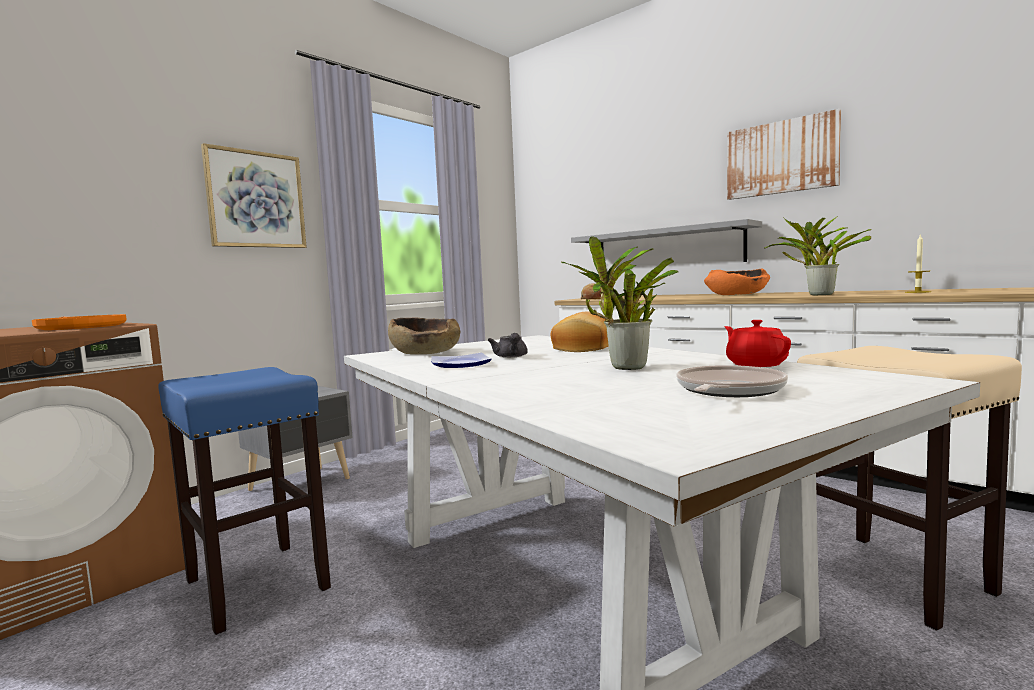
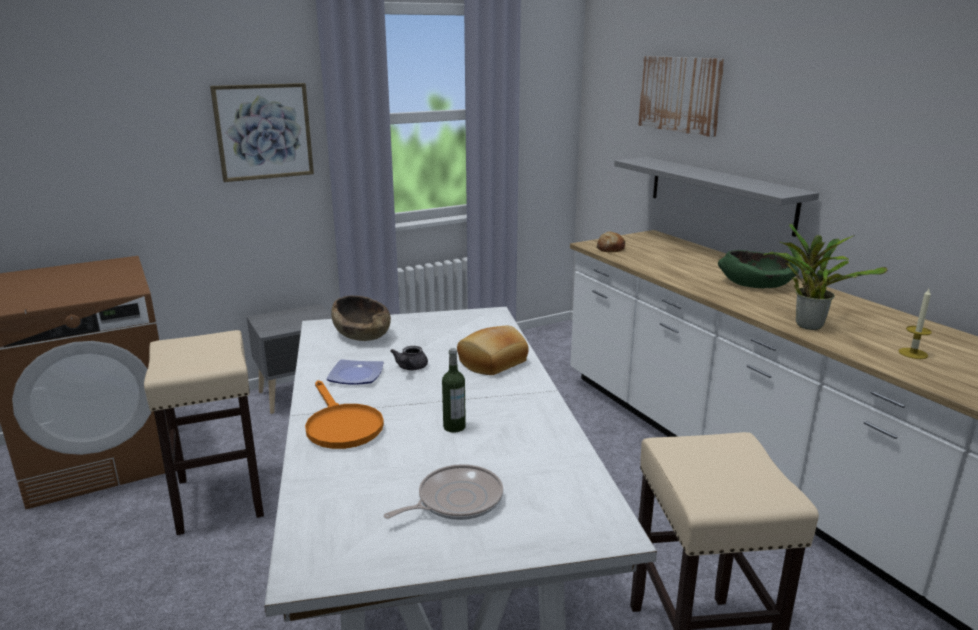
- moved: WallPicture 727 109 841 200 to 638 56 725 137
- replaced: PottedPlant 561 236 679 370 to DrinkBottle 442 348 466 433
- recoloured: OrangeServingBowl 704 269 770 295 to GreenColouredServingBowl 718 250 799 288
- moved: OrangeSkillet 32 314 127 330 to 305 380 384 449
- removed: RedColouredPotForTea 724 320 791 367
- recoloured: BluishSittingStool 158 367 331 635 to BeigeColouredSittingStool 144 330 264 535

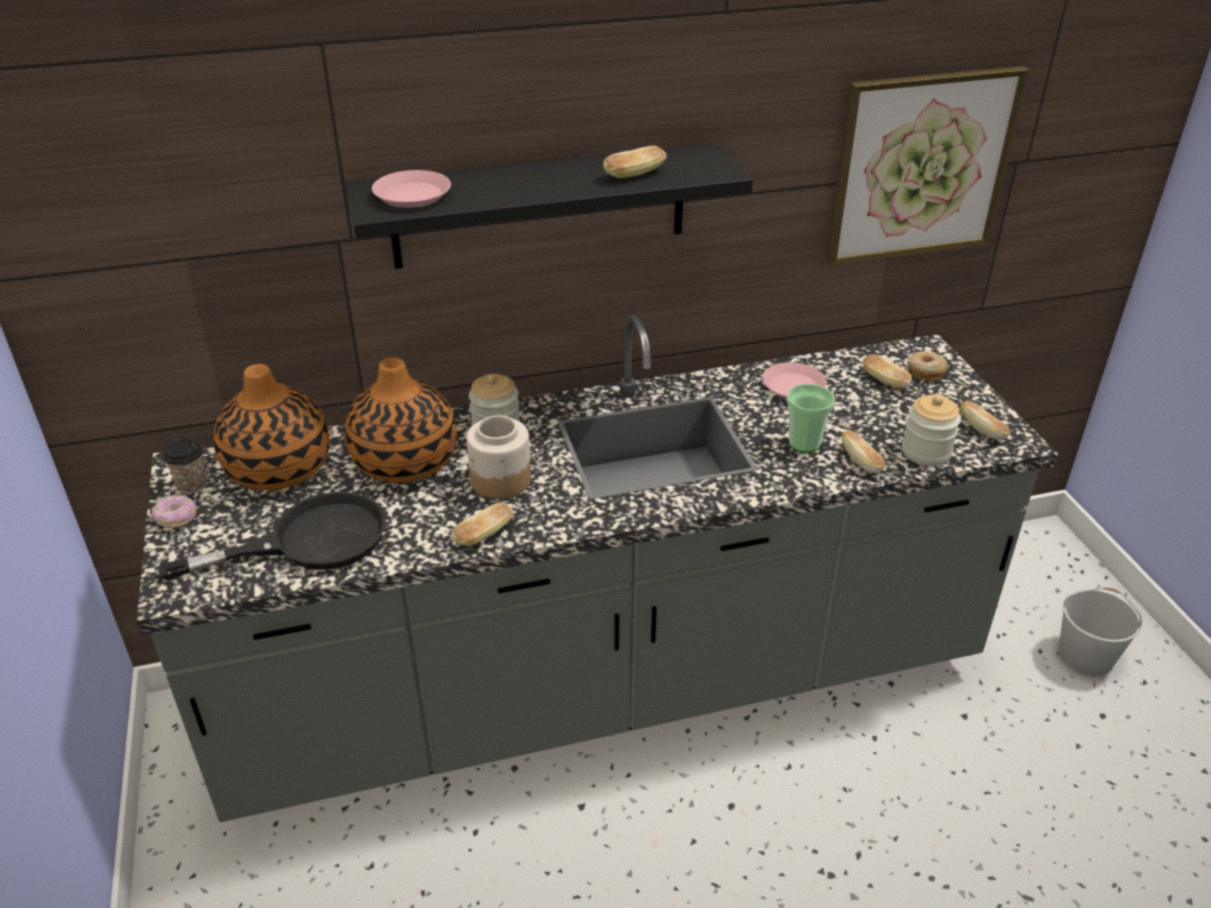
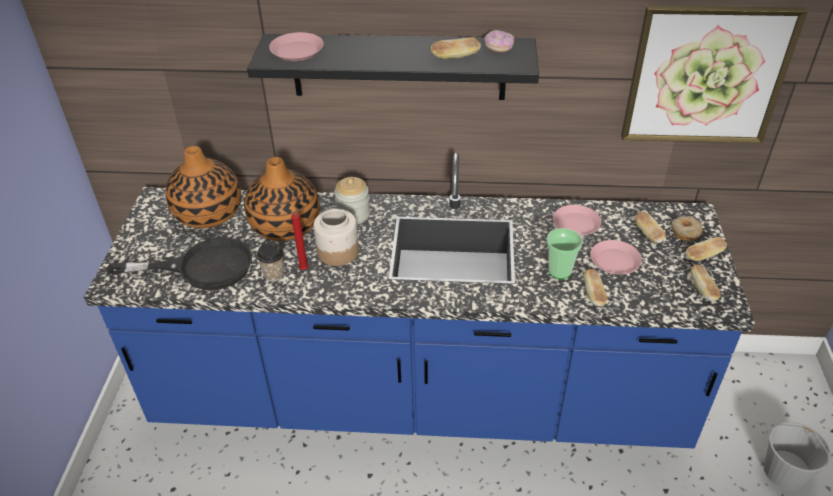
- recoloured: GrayKitchenCounter 137 314 1058 822 to BluishKitchenCounter 84 153 755 448
- removed: Jar 902 395 961 466
- moved: SmallCup 163 438 207 494 to 257 243 284 282
- moved: RingDoughnut 152 495 196 528 to 484 30 514 52
- moved: BakedBread 452 503 514 546 to 686 237 727 261
- added: RedColouredWaxLight 291 208 308 270
- added: PinkDinnerPlate 590 240 642 275

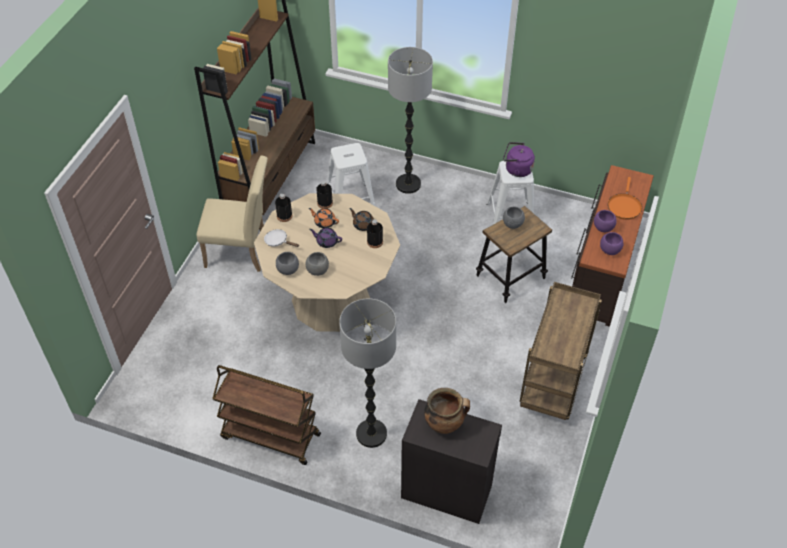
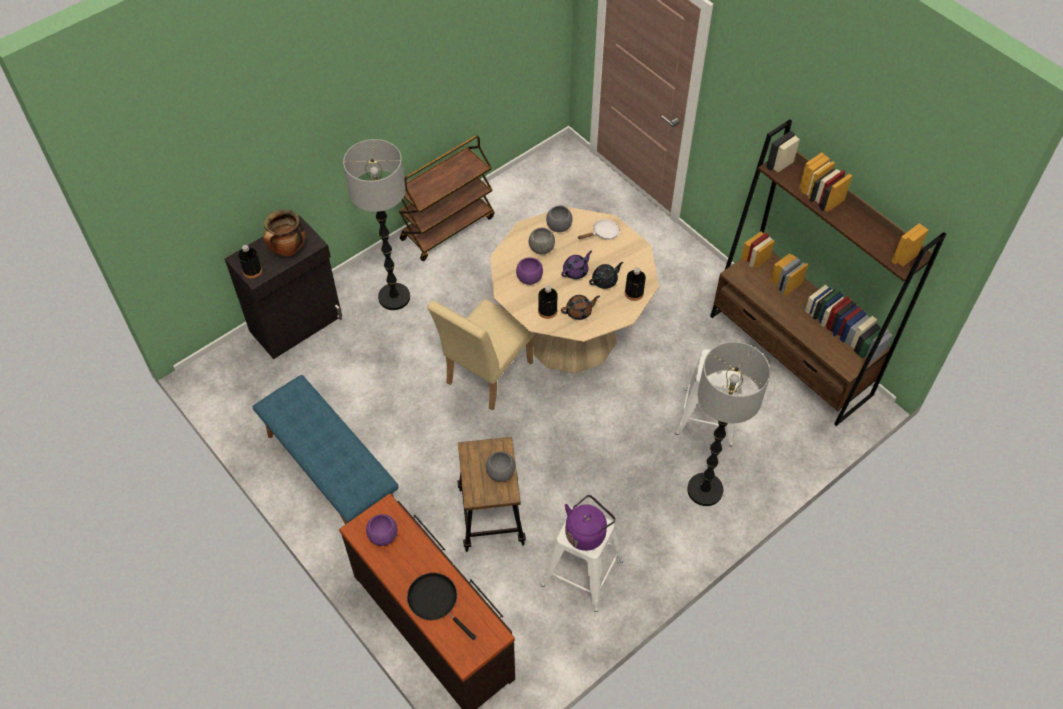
- moved: BeigeColouredPlainChair 196 156 268 272 to 427 299 534 411
- recoloured: OrangeSkillet 608 177 642 220 to BlackSkillet 407 573 476 640
- moved: BlackDrinkBottle 275 193 293 222 to 238 245 262 278
- recoloured: OrangePotForTea 308 208 339 228 to BlackPotForTea 589 262 623 289
- moved: PurplishServingBowl 594 210 617 232 to 516 257 543 285
- replaced: BrownWheeledCart 520 282 602 420 to BluishBench 253 375 398 524

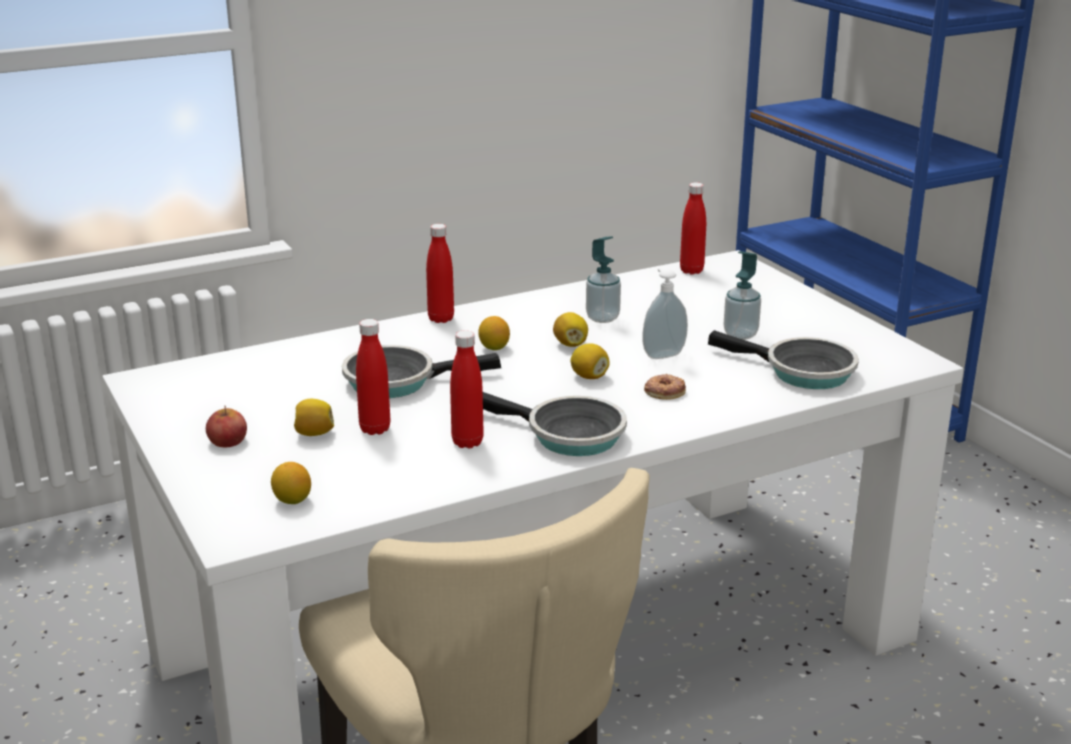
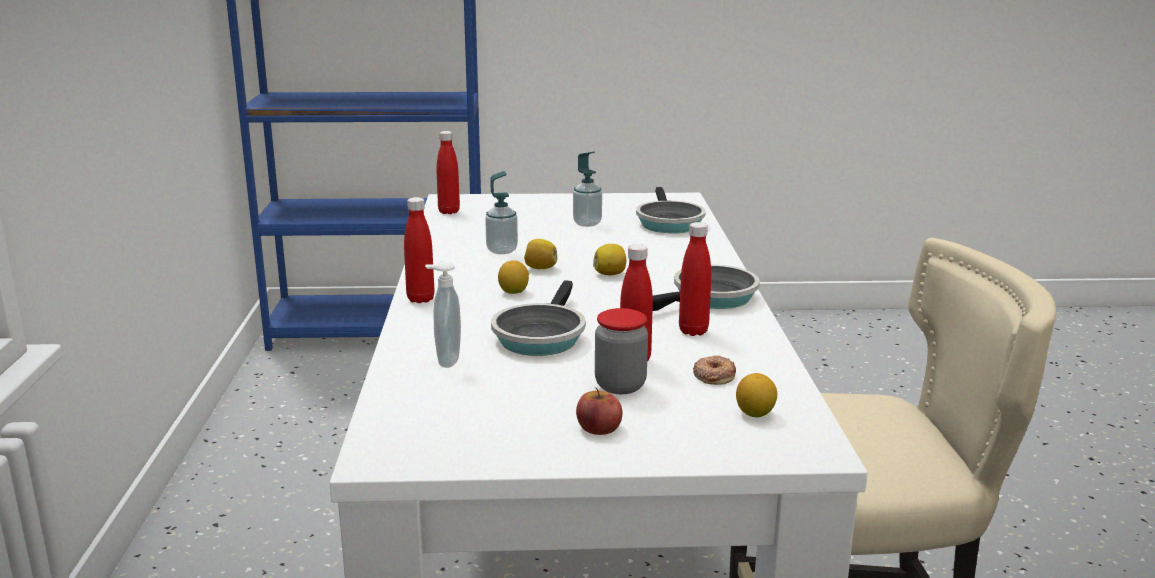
- moved: SoapDispenser 642 268 688 359 to 425 260 461 368
- turned: Skillet 708 330 859 389 = 636 187 706 233 120 degrees clockwise
- moved: RingDoughnut 644 373 686 400 to 693 355 736 385
- replaced: WholeLemon 294 399 334 436 to Jar 595 308 648 394

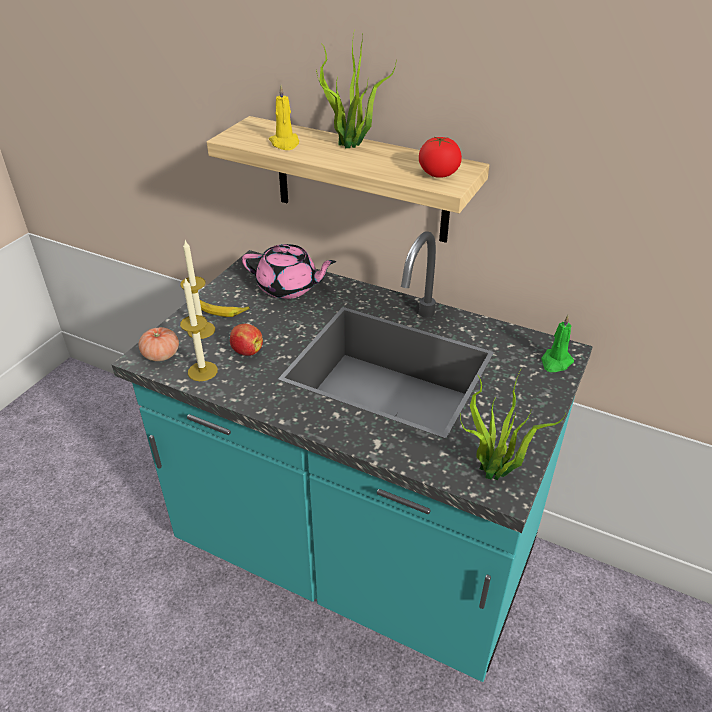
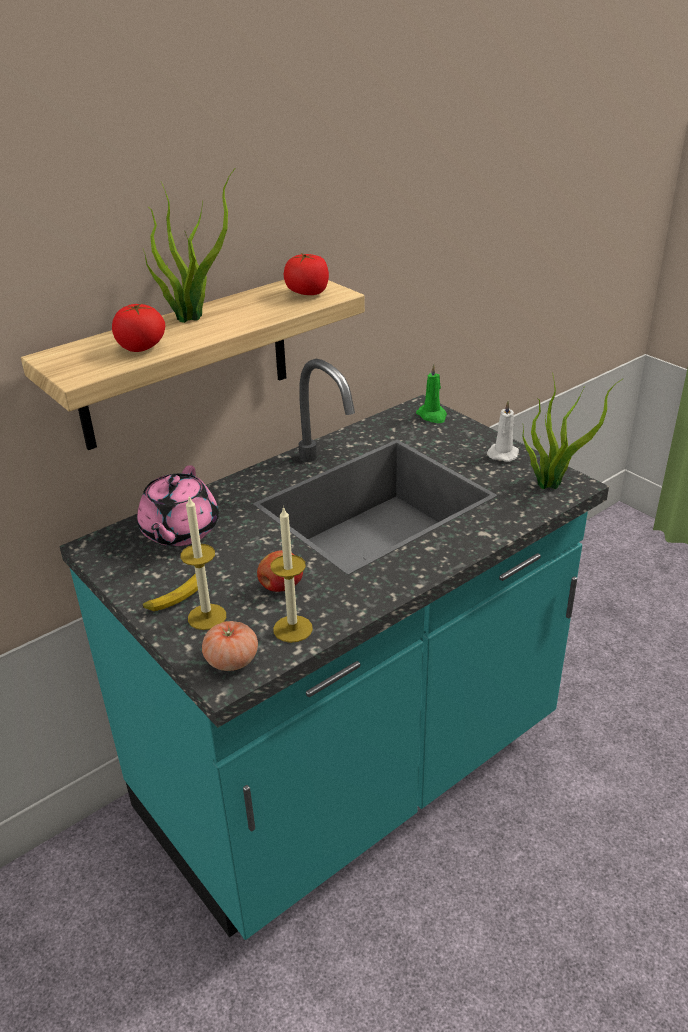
- replaced: YellowWaxLight 269 85 299 150 to Tomato 112 304 165 352
- turned: PinkPotForTea 242 244 336 299 = 137 465 219 546 150 degrees clockwise
- added: WhitishWaxLight 487 400 519 462

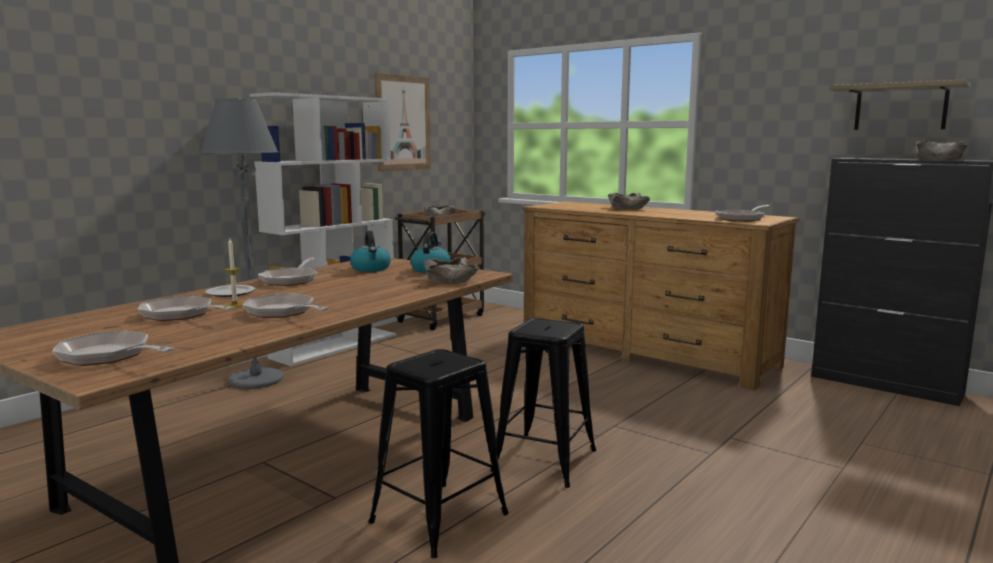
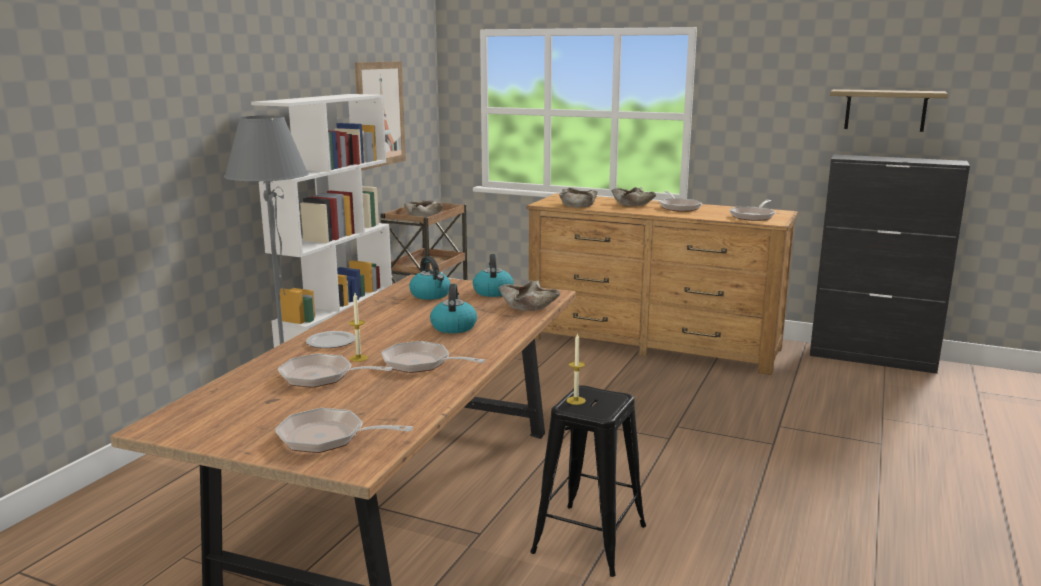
- moved: BeigeColouredServingBowl 913 140 967 160 to 559 188 598 207
- moved: Skillet 258 258 317 286 to 659 191 702 212
- removed: BlackSittingStool 490 318 596 488
- added: WaterKettle 430 284 477 333
- added: WaxLight 566 333 586 405

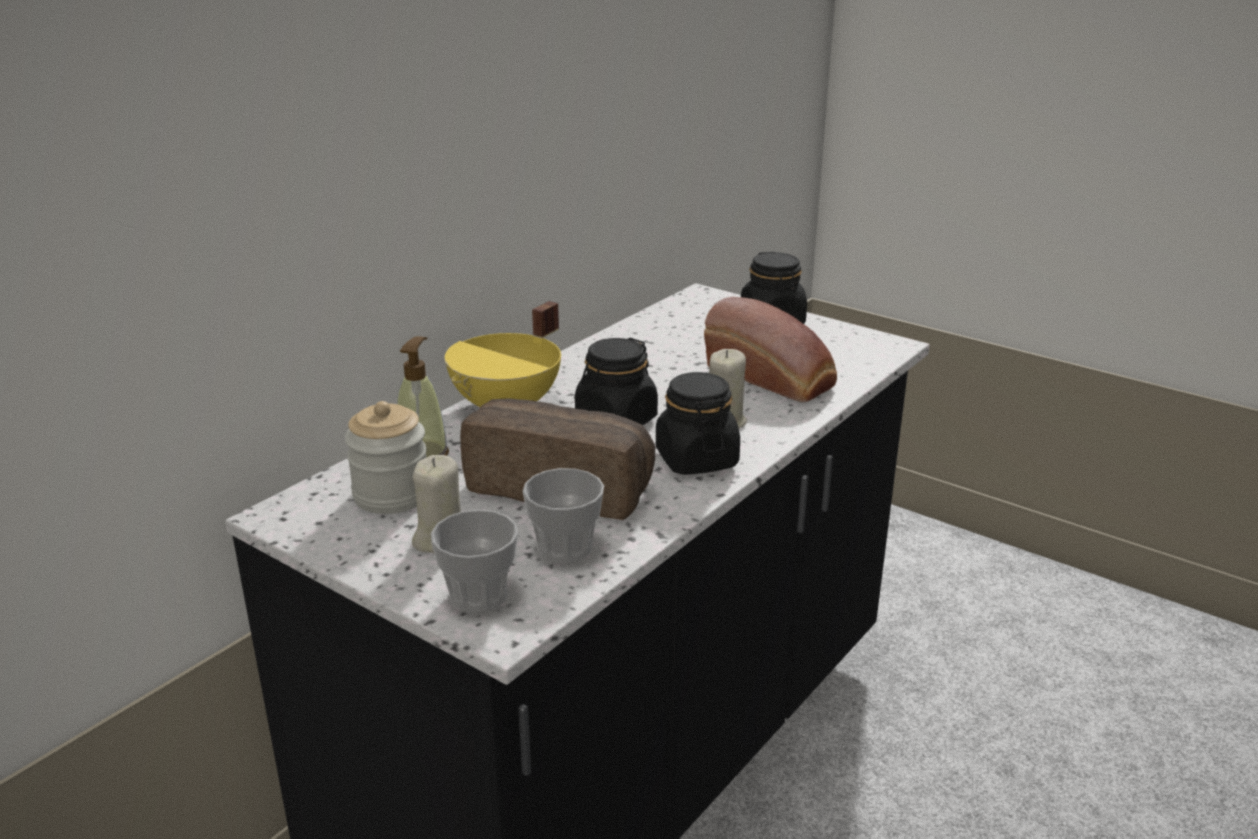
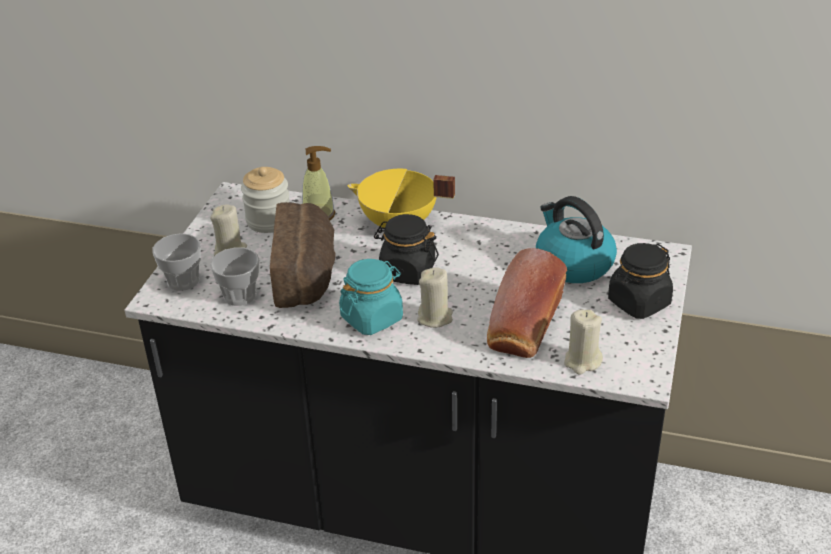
- recoloured: BlackJar 656 372 740 475 to BlueGreenJar 339 259 403 335
- added: WaterKettle 536 196 617 283
- added: BeigeColouredWaxLight 564 310 603 375

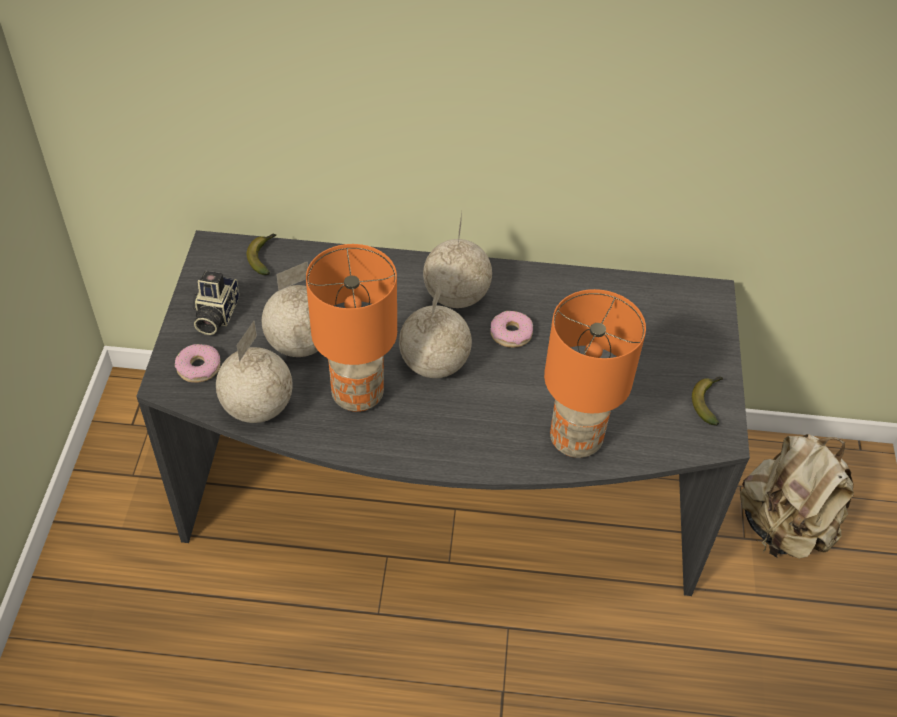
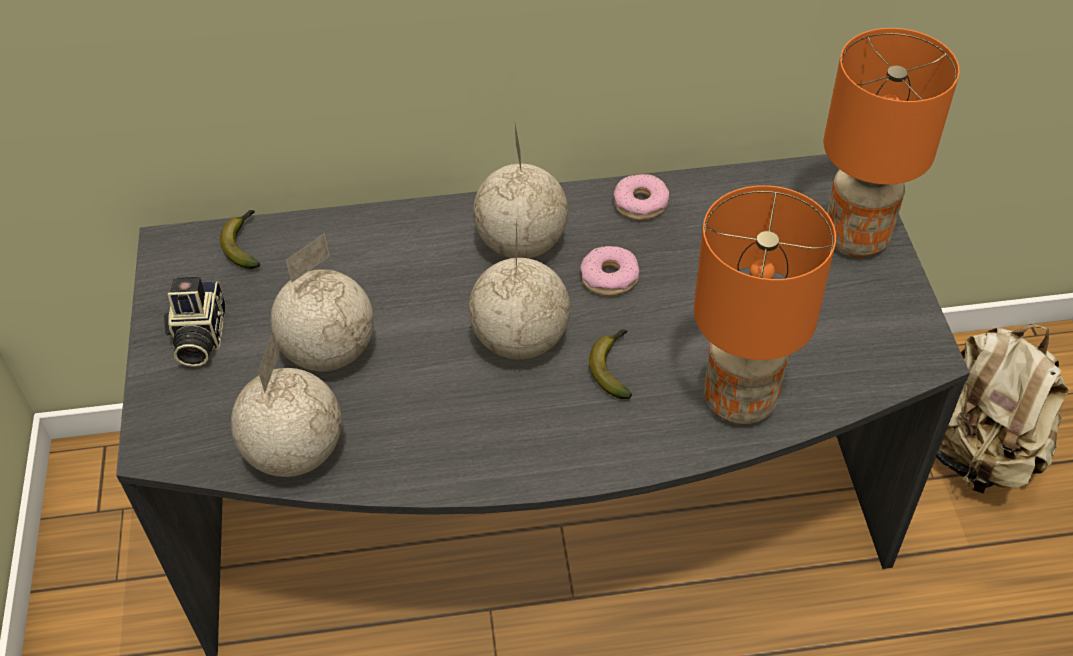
- moved: OrangeTableLamp 306 244 397 412 to 824 28 960 258
- moved: RingDoughnut 175 344 220 383 to 613 174 669 220
- moved: WholeBanana 692 376 723 426 to 589 329 632 399

